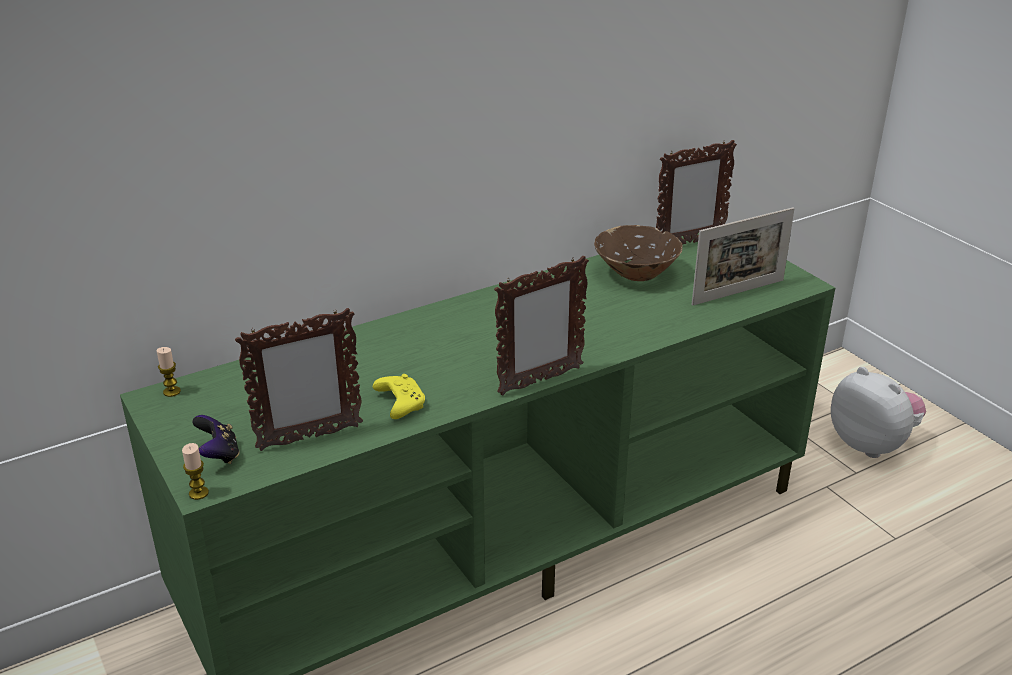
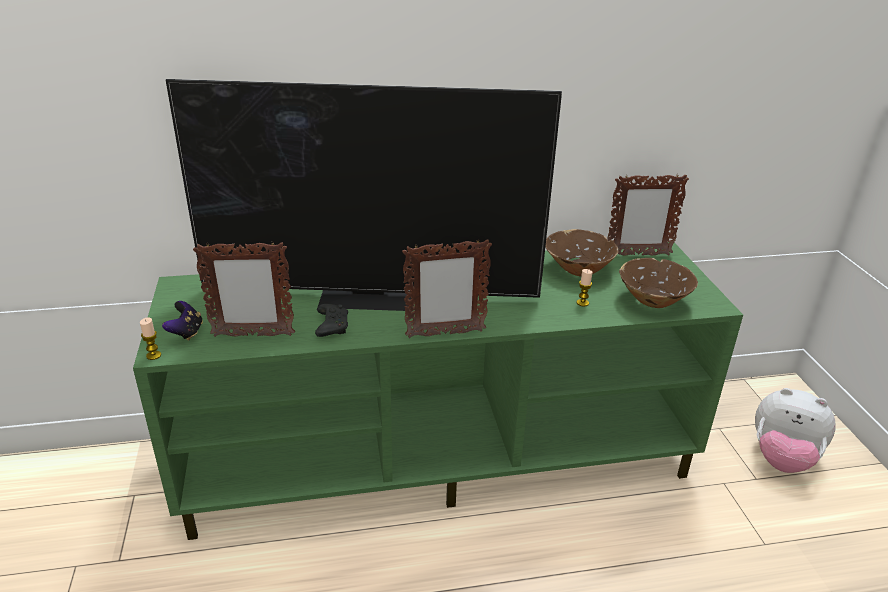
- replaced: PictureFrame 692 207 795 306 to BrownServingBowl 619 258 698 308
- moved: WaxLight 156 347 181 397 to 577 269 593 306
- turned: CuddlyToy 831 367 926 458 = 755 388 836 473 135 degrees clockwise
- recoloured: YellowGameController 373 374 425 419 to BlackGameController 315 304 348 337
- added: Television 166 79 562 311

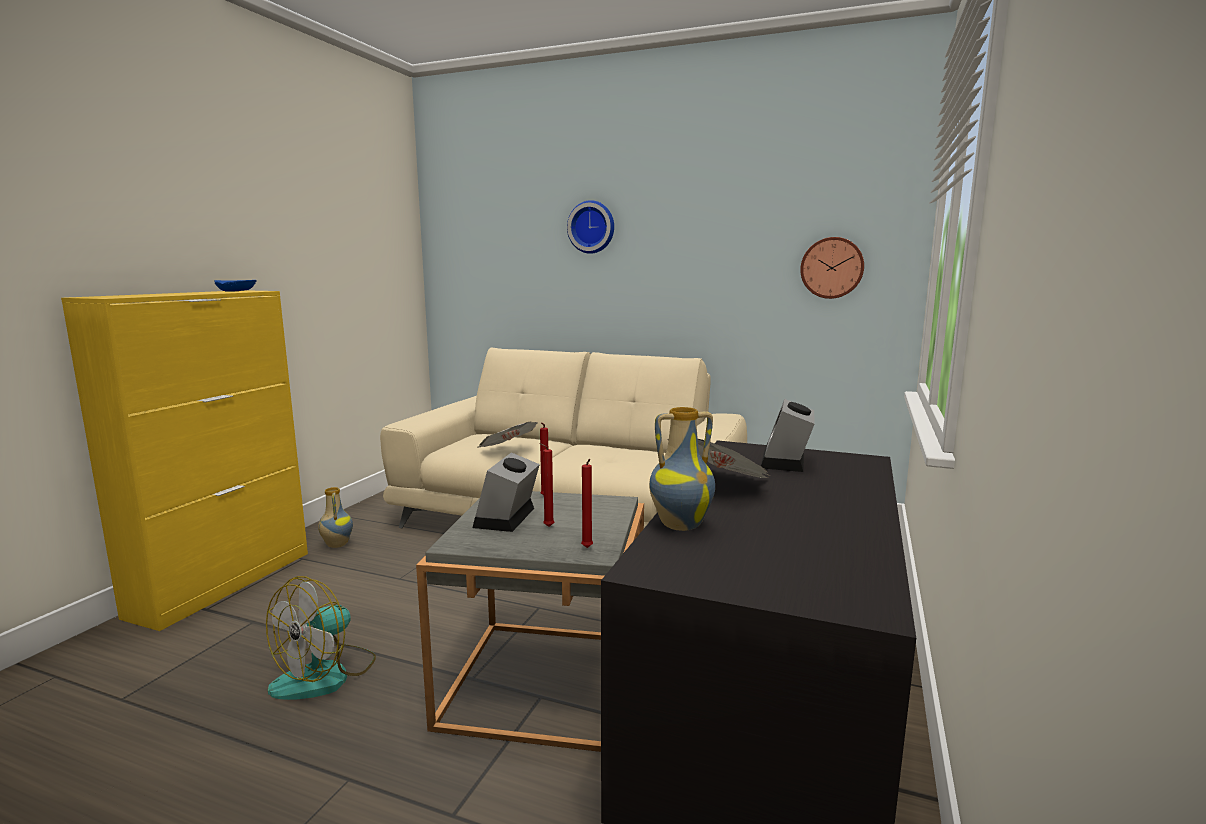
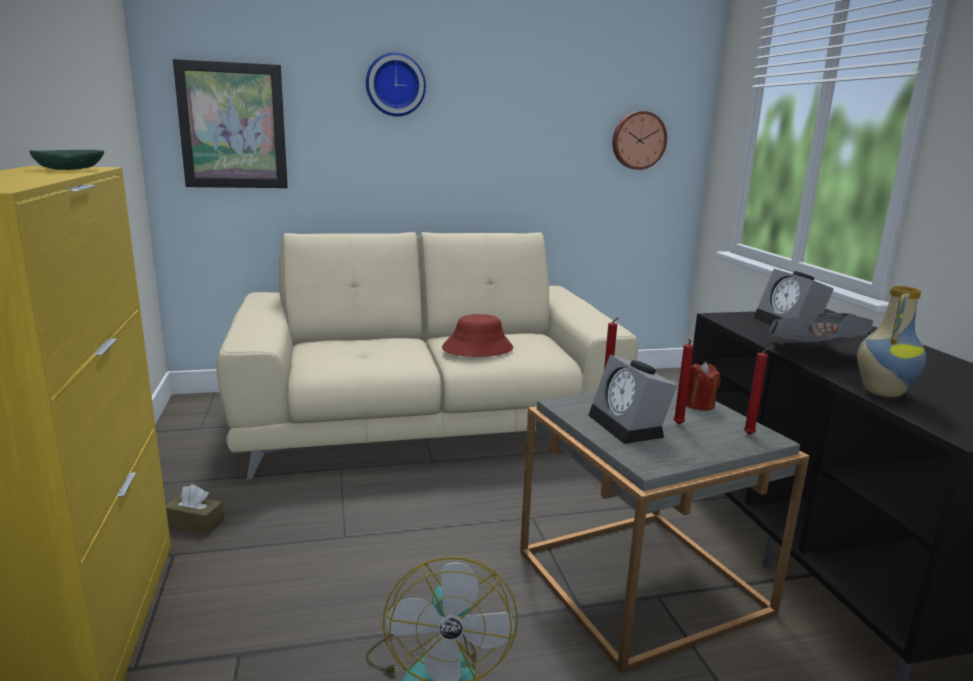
- recoloured: BluishServingBowl 214 280 256 292 to GreenColouredServingBowl 29 150 104 170
- removed: DailyPaper 478 422 537 448
- replaced: FlowerVase 318 487 353 548 to BrownTissueBox 166 485 224 535
- added: WallPicture 173 59 288 188
- added: RedColouredHat 442 314 513 357
- added: RedColouredWaxLight 686 362 721 411

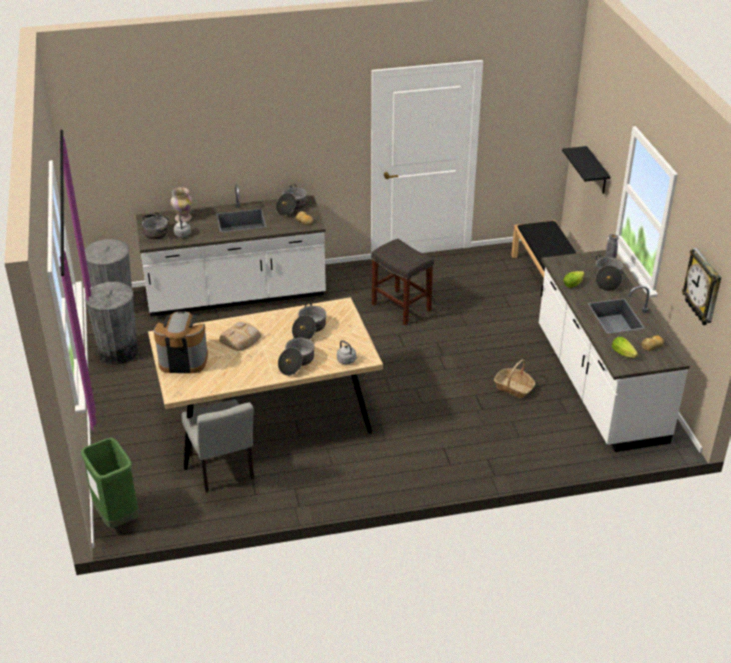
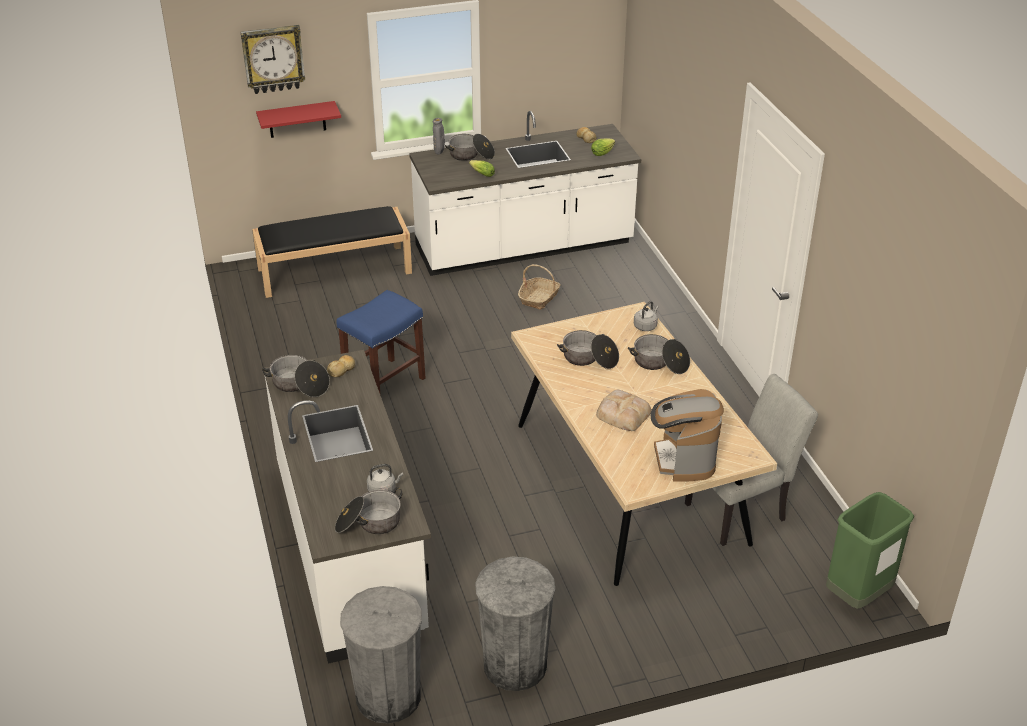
- recoloured: BlackShelf 562 146 611 194 to RedColouredShelf 256 101 341 138
- removed: FlowerVase 171 187 192 222
- recoloured: GraySittingStool 371 239 434 325 to BluishSittingStool 336 290 426 396
- moved: ClockOnTheWall 682 248 721 325 to 241 25 305 94

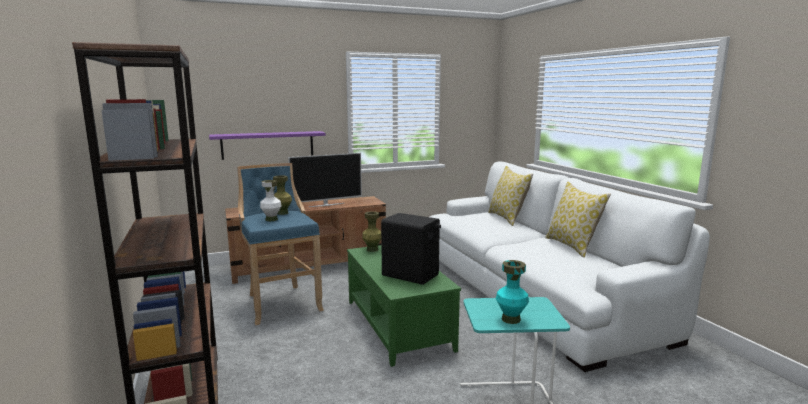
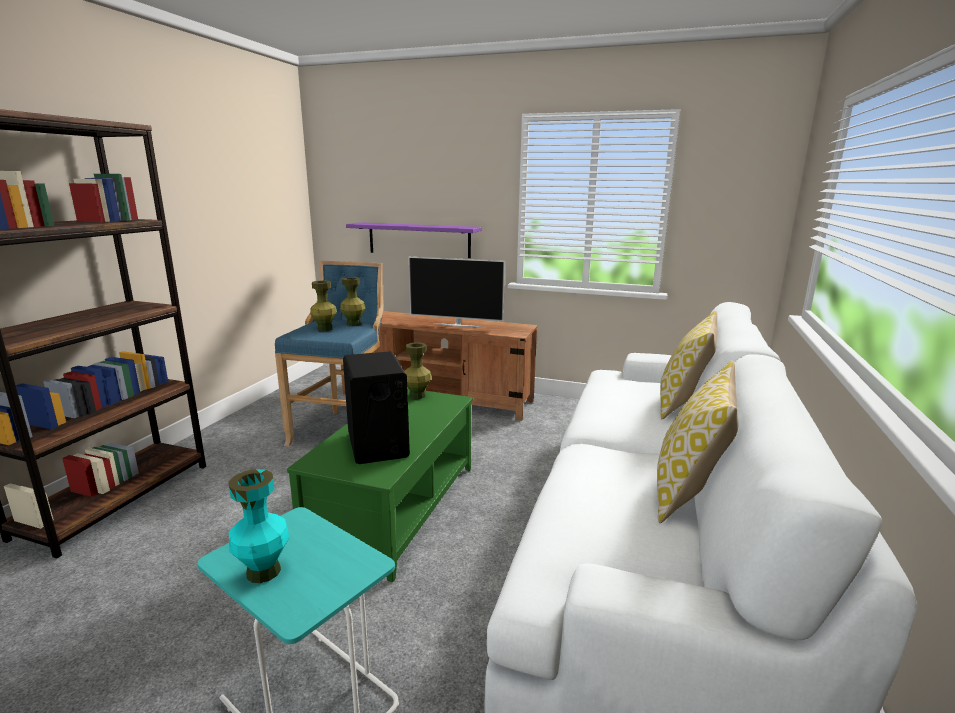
- recoloured: WhitishFlowerVase 260 180 281 221 to GreenColouredFlowerVase 310 280 337 331

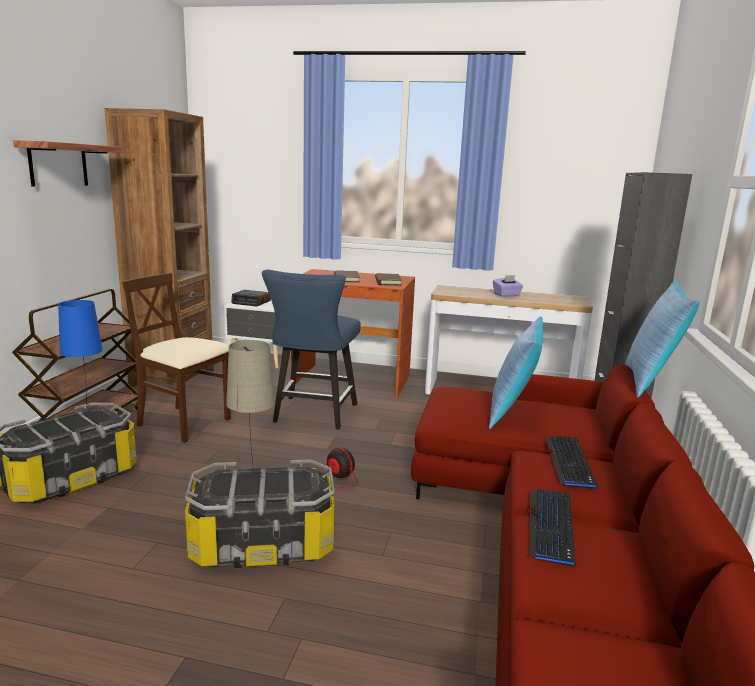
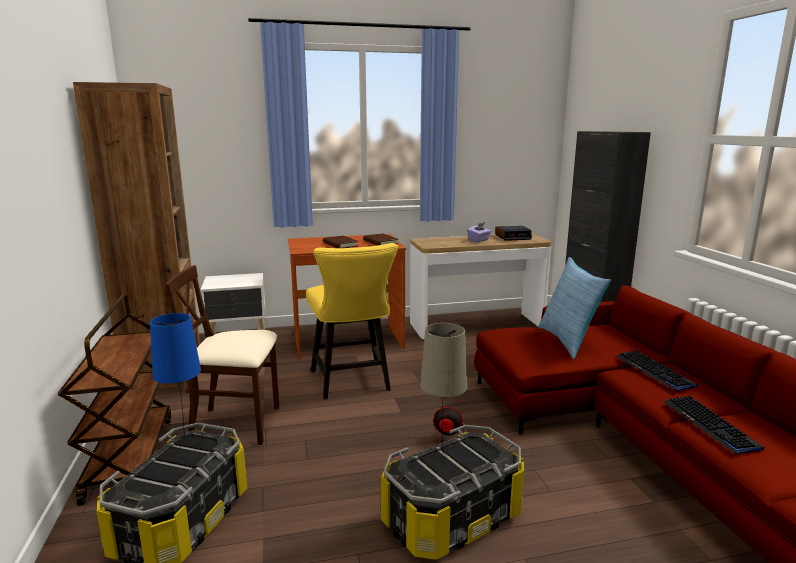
- removed: Shelf 13 140 123 187
- recoloured: BluishPlainChair 262 270 361 430 to YellowPlainChair 306 243 398 400
- removed: Pillow 625 280 700 398
- moved: BedsideClock 231 290 271 306 to 495 226 532 241

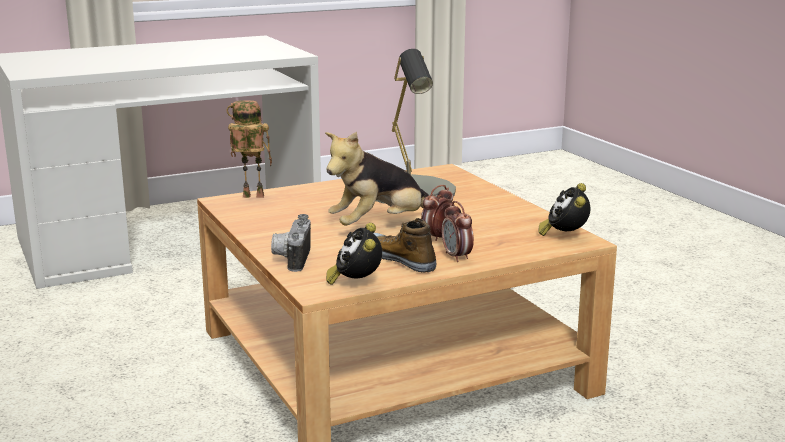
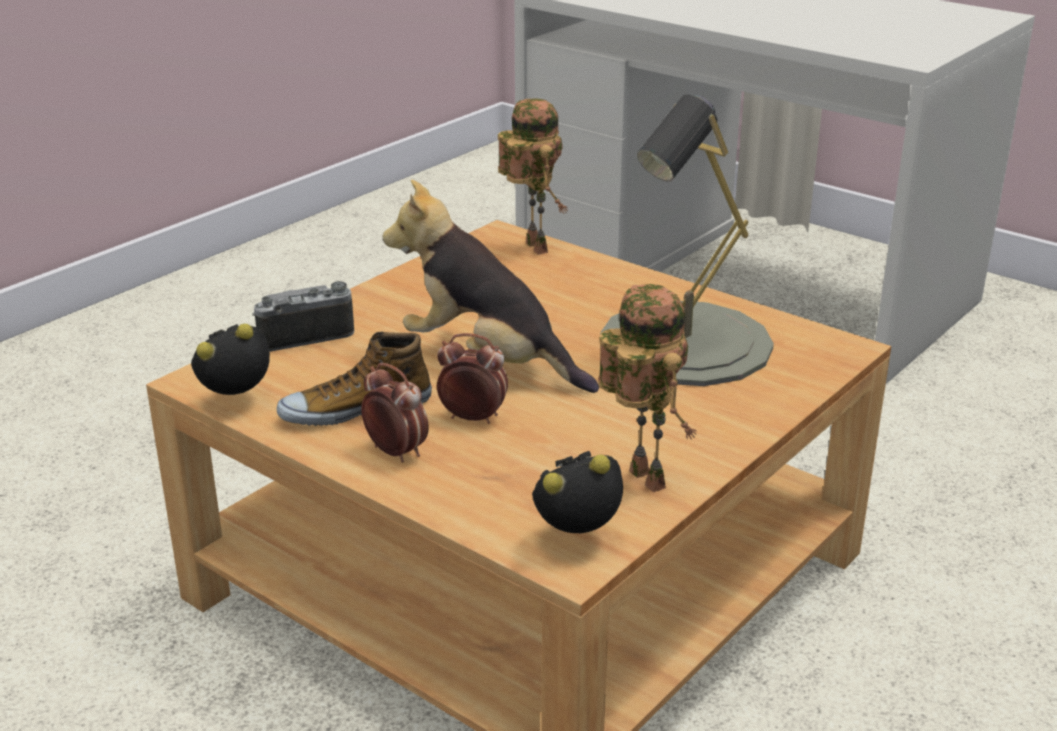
- turned: BedsideClock 442 201 474 262 = 361 363 429 463 90 degrees clockwise
- turned: LowShoe 374 218 436 273 = 277 332 432 426 135 degrees counterclockwise
- added: RobotFigure 598 284 697 492

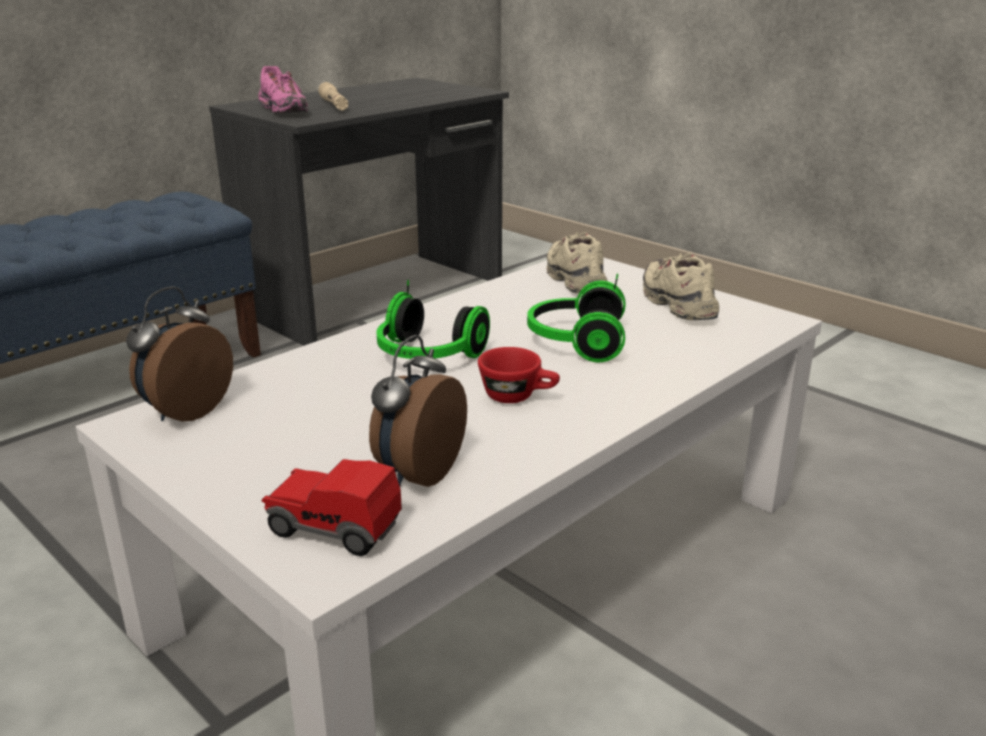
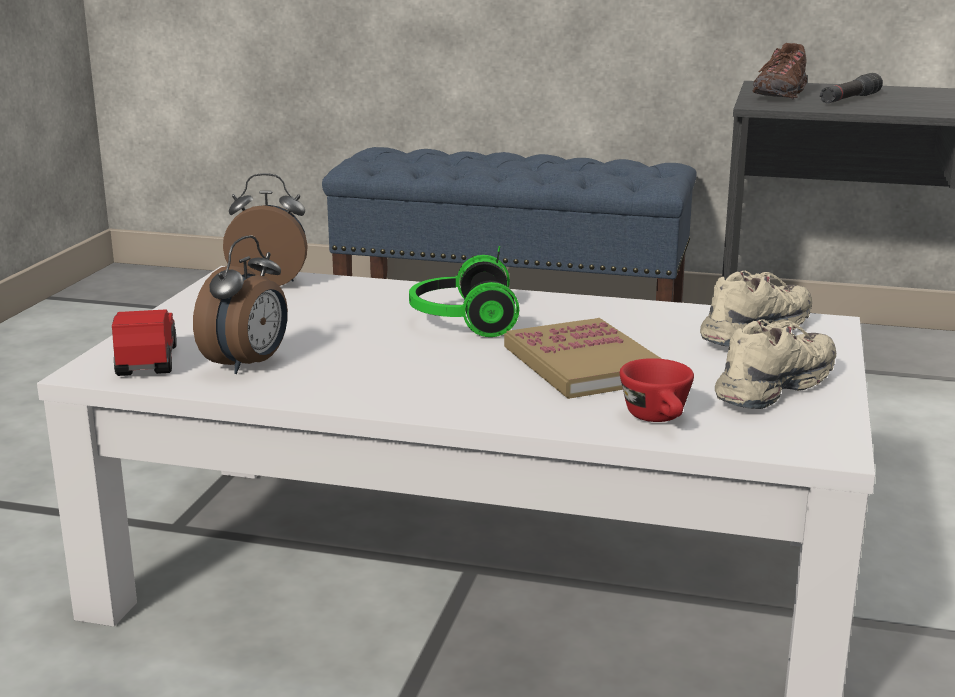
- recoloured: PinkLowShoe 258 66 308 113 to BrownLowShoe 753 43 807 99
- recoloured: BeigeColouredFlashlight 318 82 348 110 to BlackFlashlight 820 73 883 103
- replaced: PairOfHeadphones 527 273 625 362 to Volume 504 318 662 399
- turned: BedsideClock 369 335 467 487 = 193 235 288 374 120 degrees clockwise
- moved: RedColouredSmallCup 478 347 560 403 to 620 358 694 422

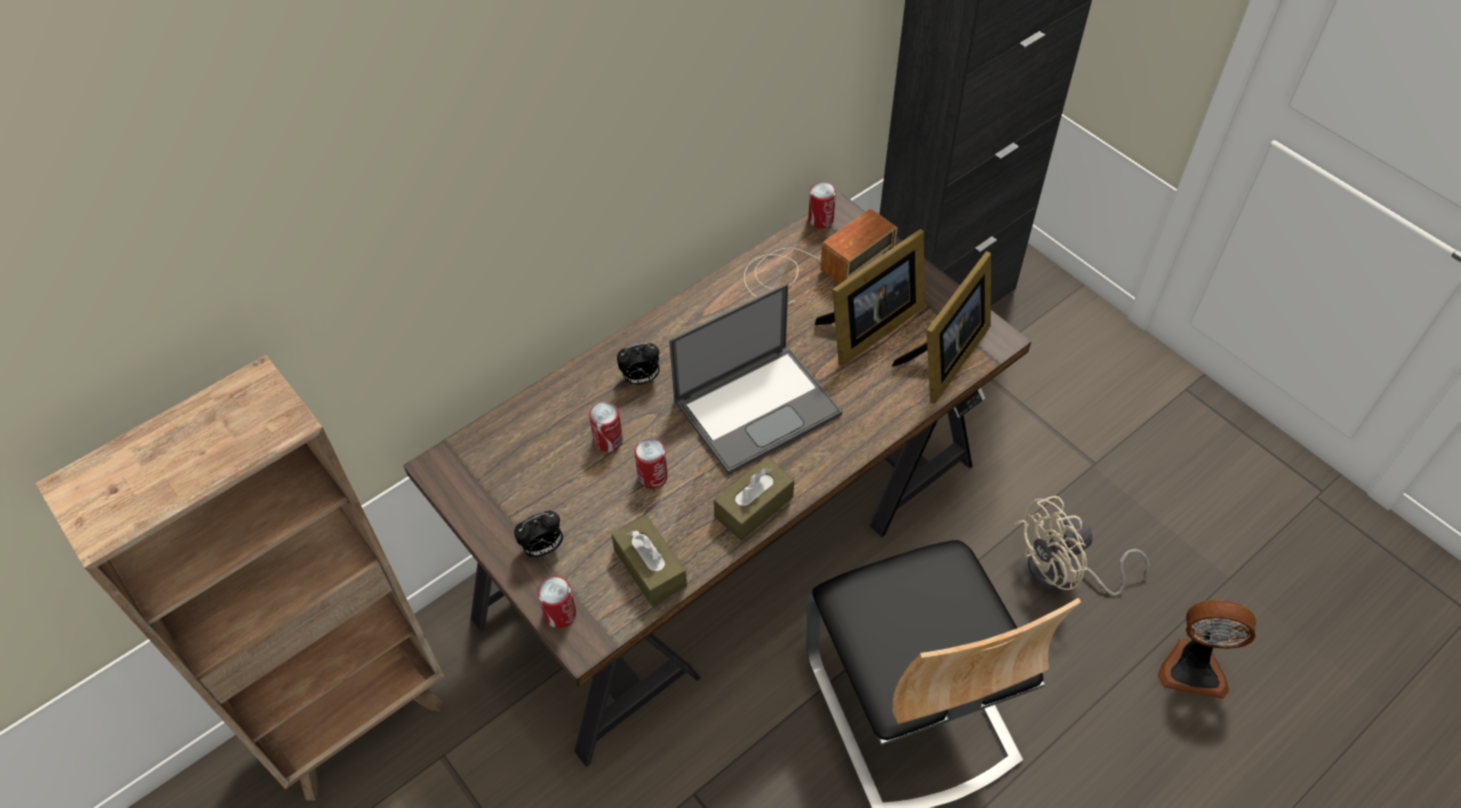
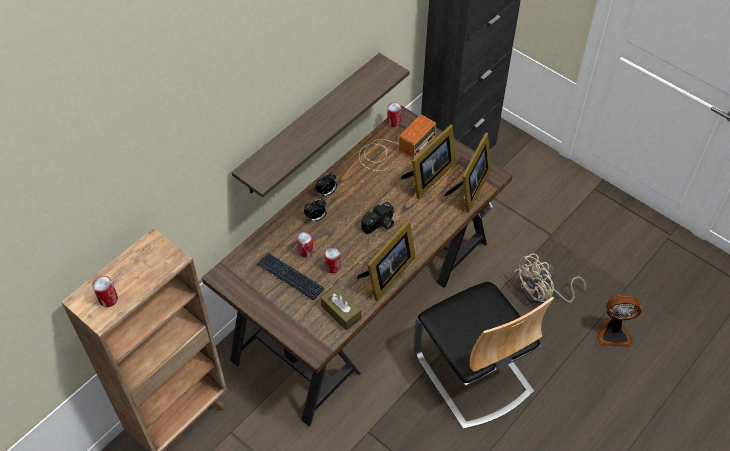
- replaced: NotebookComputer 669 283 842 475 to StillCamera 361 202 394 234
- replaced: BrownTissueBox 714 457 794 541 to PictureFrame 357 220 416 301
- moved: BedsideClock 514 511 563 557 to 315 173 337 196
- moved: SealedCan 537 576 576 628 to 92 276 118 307
- added: Shelf 231 53 409 198
- added: ComputerKeyboard 257 253 324 300

